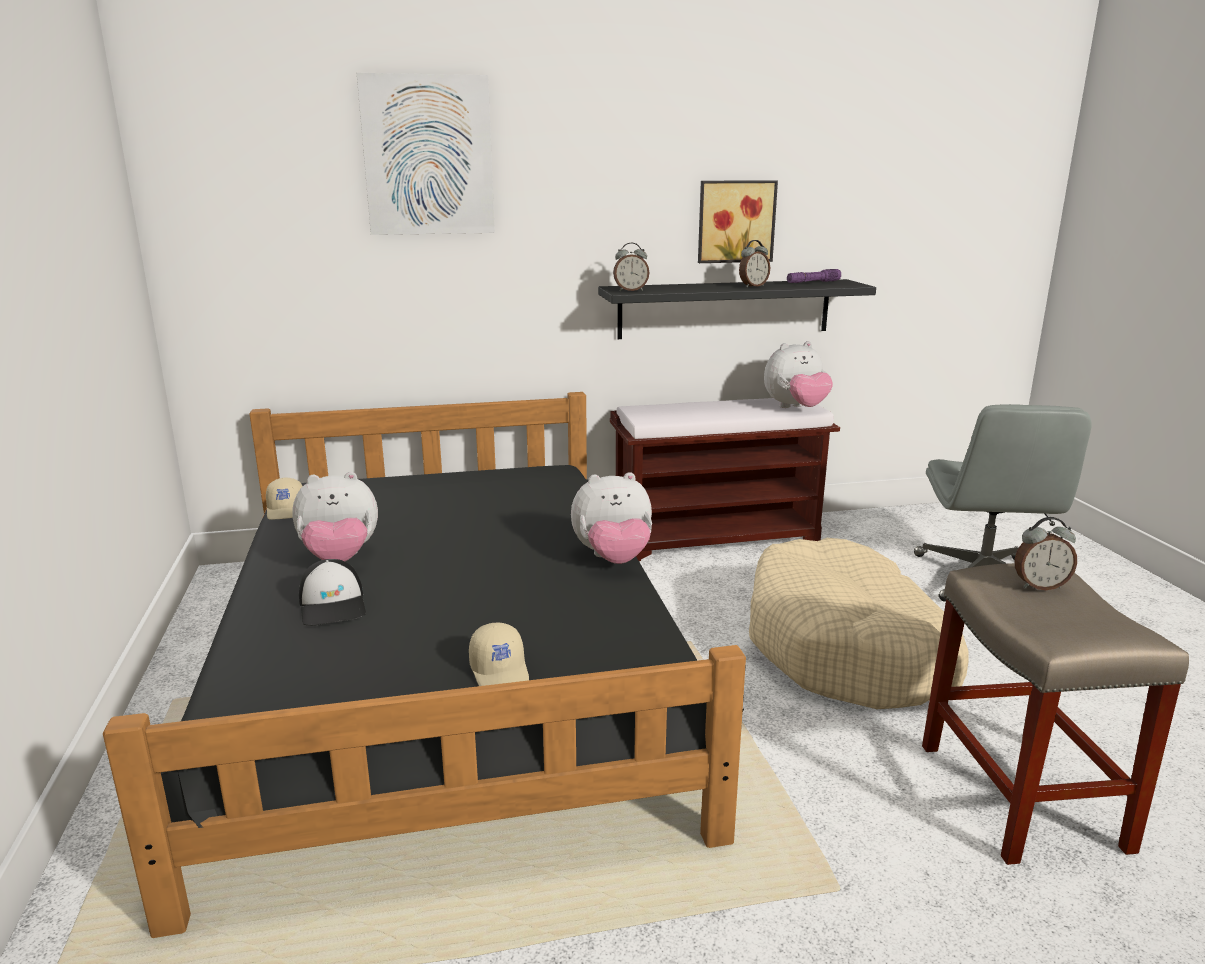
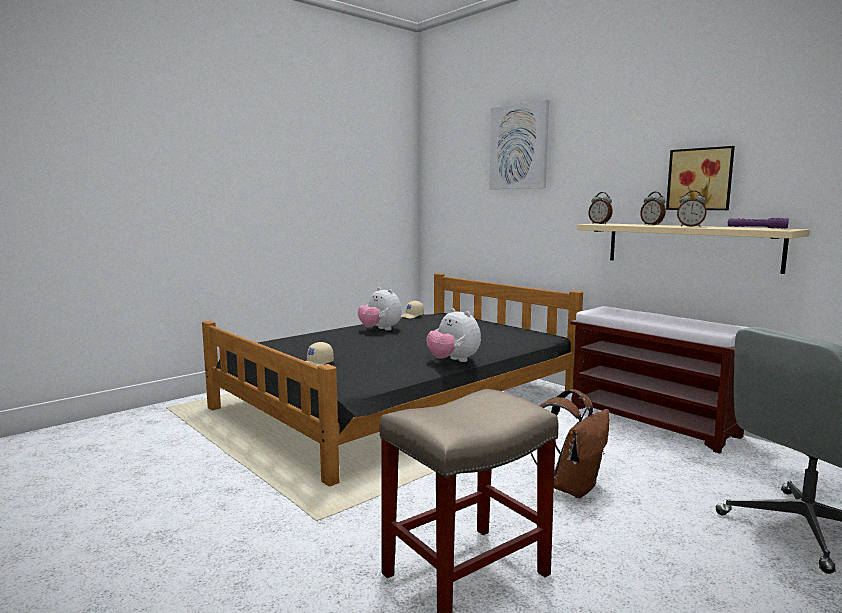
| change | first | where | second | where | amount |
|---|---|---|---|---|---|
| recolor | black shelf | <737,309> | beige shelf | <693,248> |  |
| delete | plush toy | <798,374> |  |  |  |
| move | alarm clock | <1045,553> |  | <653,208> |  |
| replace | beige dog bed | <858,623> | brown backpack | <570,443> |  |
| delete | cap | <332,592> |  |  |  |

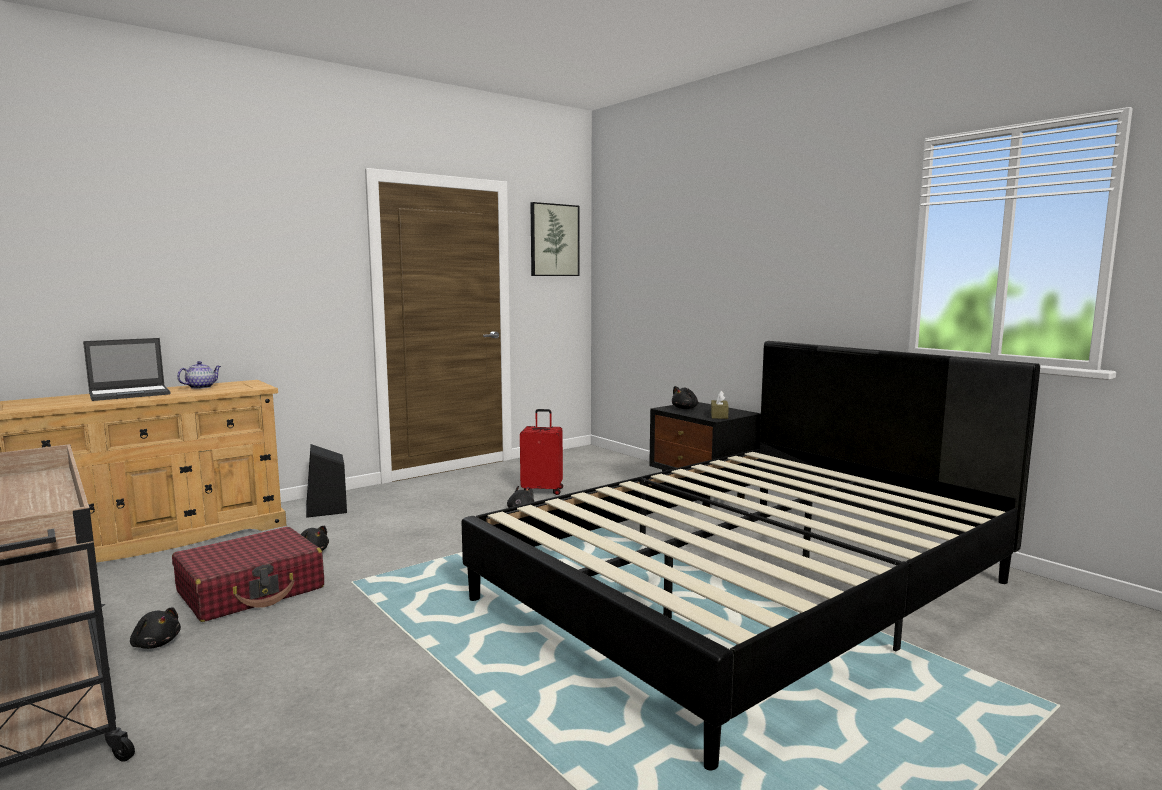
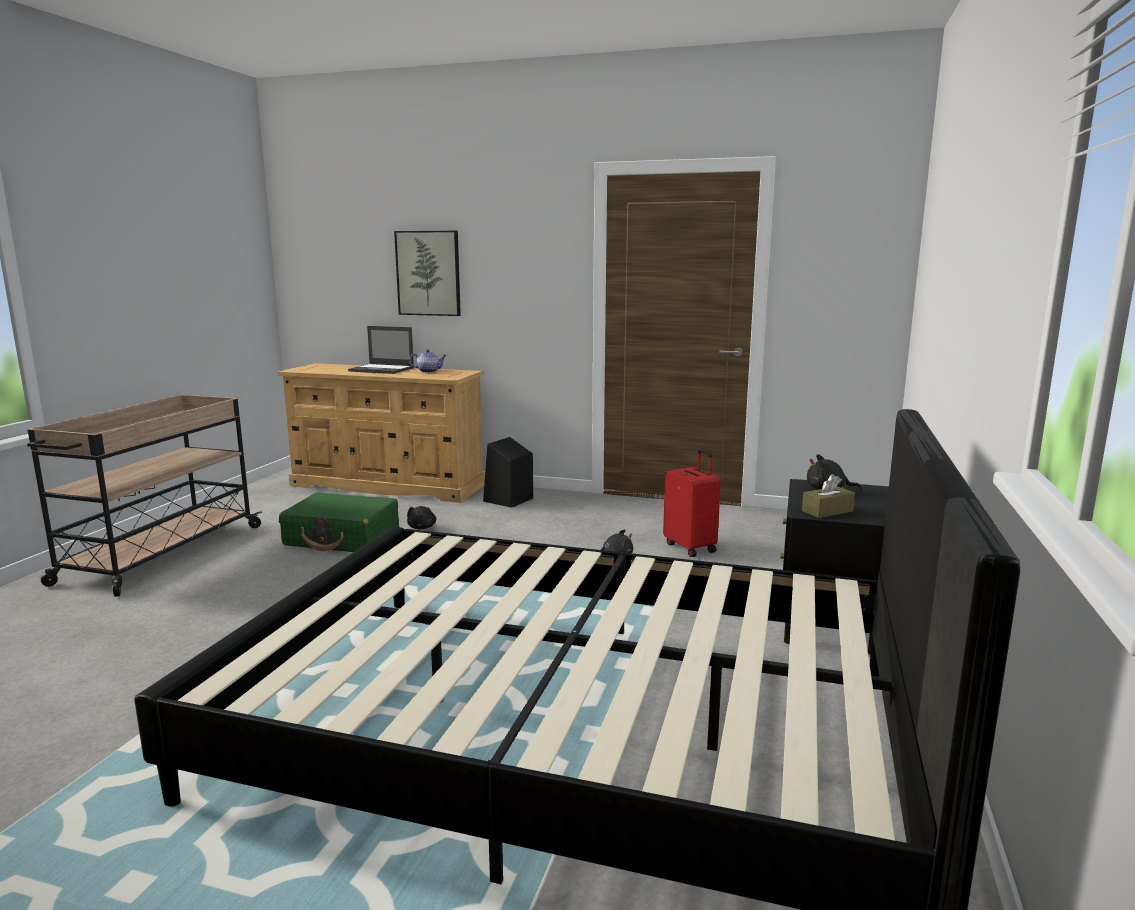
| change | first | where | second | where | amount |
|---|---|---|---|---|---|
| move | picture | <555,239> |  | <427,273> |  |
| recolor | red suitcase | <248,574> | green suitcase | <339,522> |  |
| delete | black plush toy | <155,628> |  |  |  |

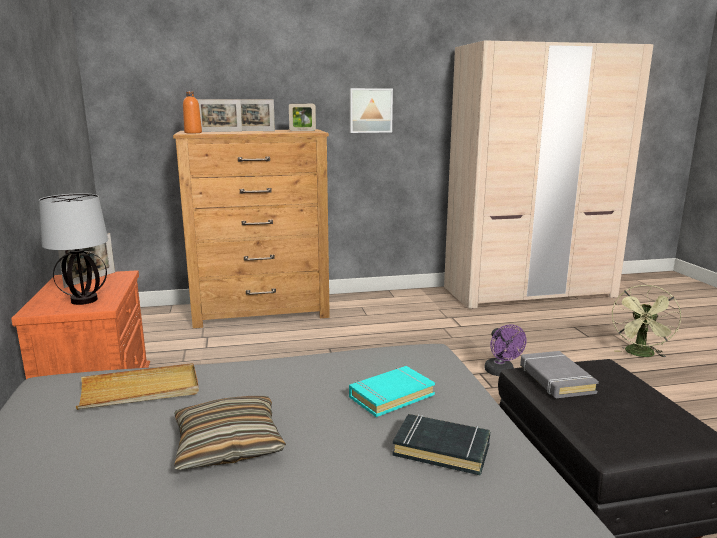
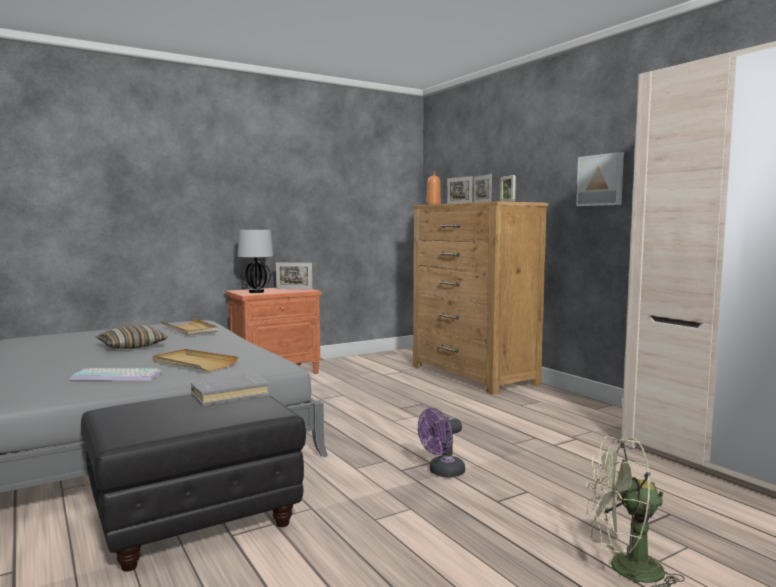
| change | first | where | second | where | amount |
|---|---|---|---|---|---|
| replace | turquoise book | <392,391> | beige tray | <195,360> |  |
| replace | black book | <441,445> | keyboard | <116,374> |  |

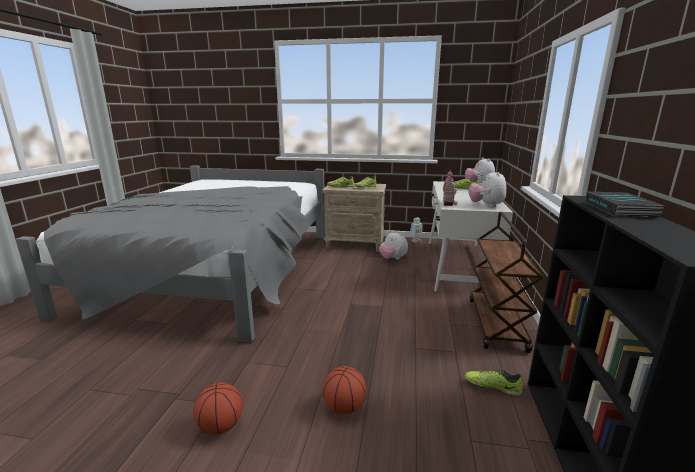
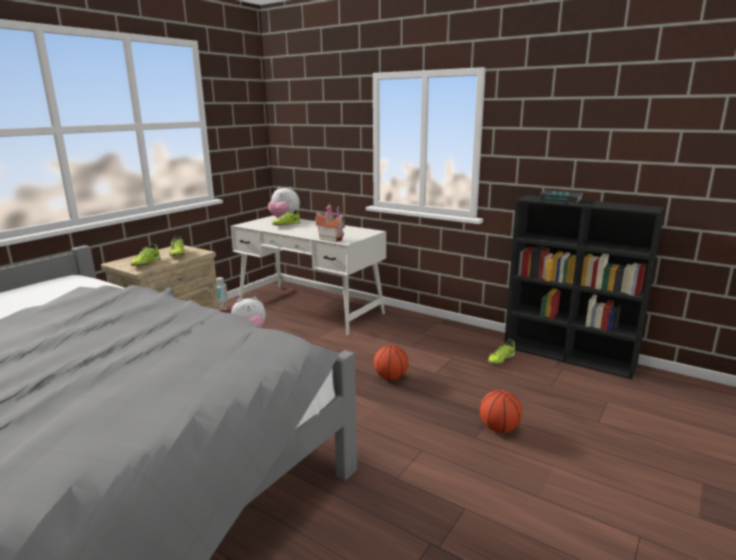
| change | first | where | second | where | amount |
|---|---|---|---|---|---|
| delete | plush toy | <487,189> |  |  |  |
| delete | brown cart | <506,282> |  |  |  |
| move | basketball | <218,409> |  | <391,362> |  |

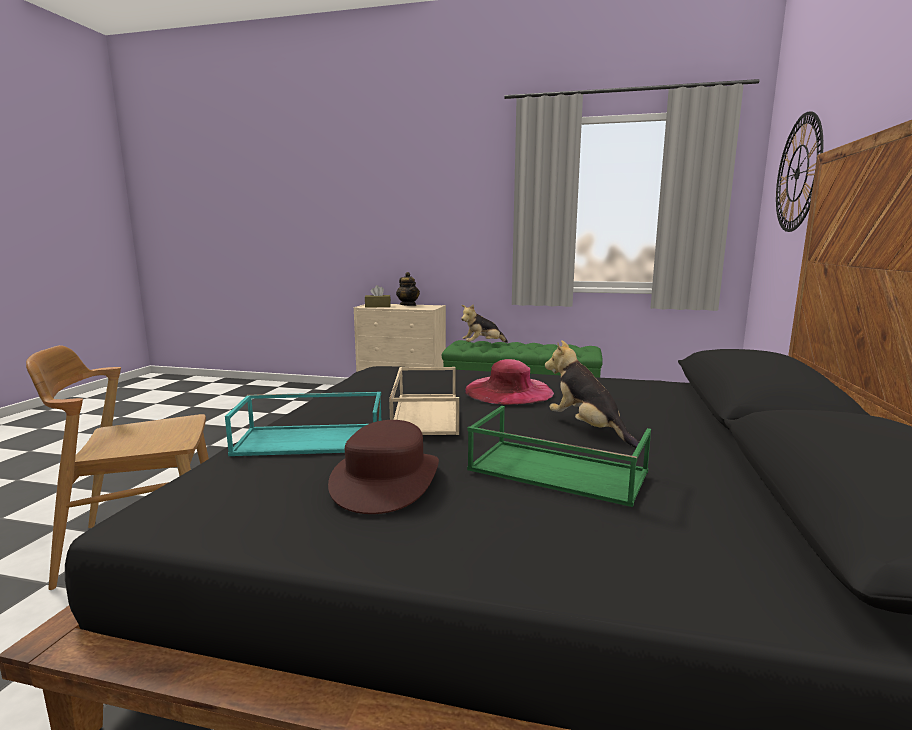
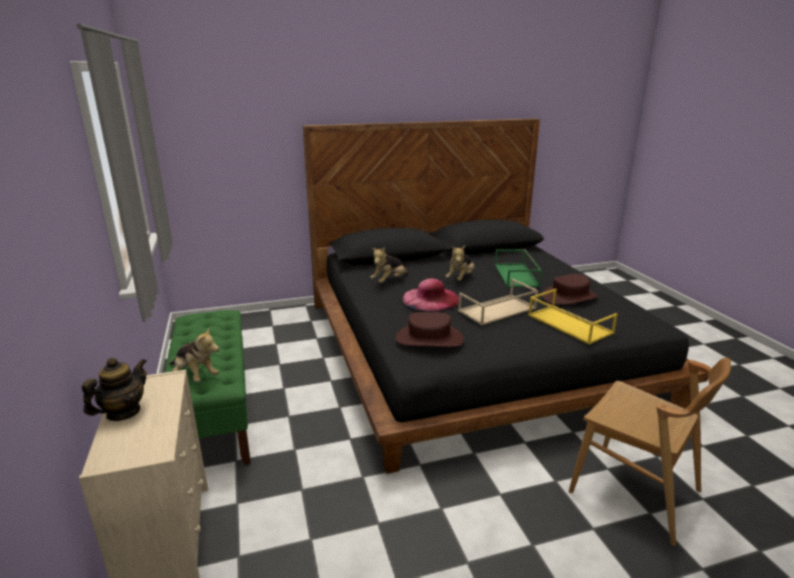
| change | first | where | second | where | amount |
|---|---|---|---|---|---|
| delete | wall clock | <799,171> |  |  |  |
| delete | brown tissue box | <378,296> |  |  |  |
| recolor | turquoise tray | <303,424> | yellow tray | <572,317> |  |
| insert |  |  | plush toy | <389,265> |  |
| insert |  |  | brown hat | <430,329> |  |

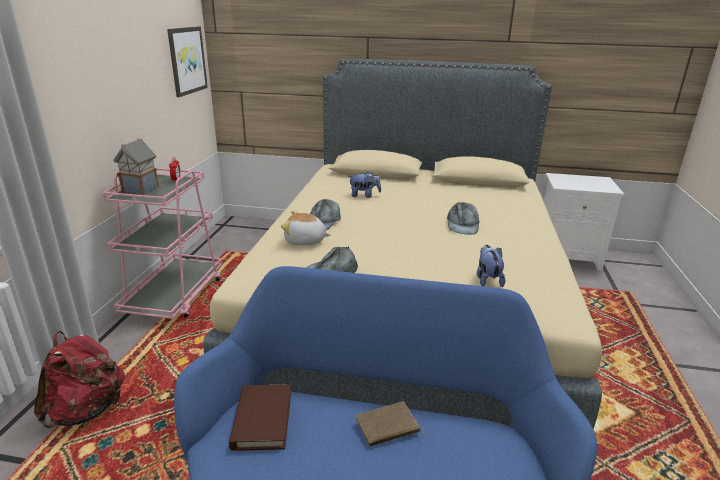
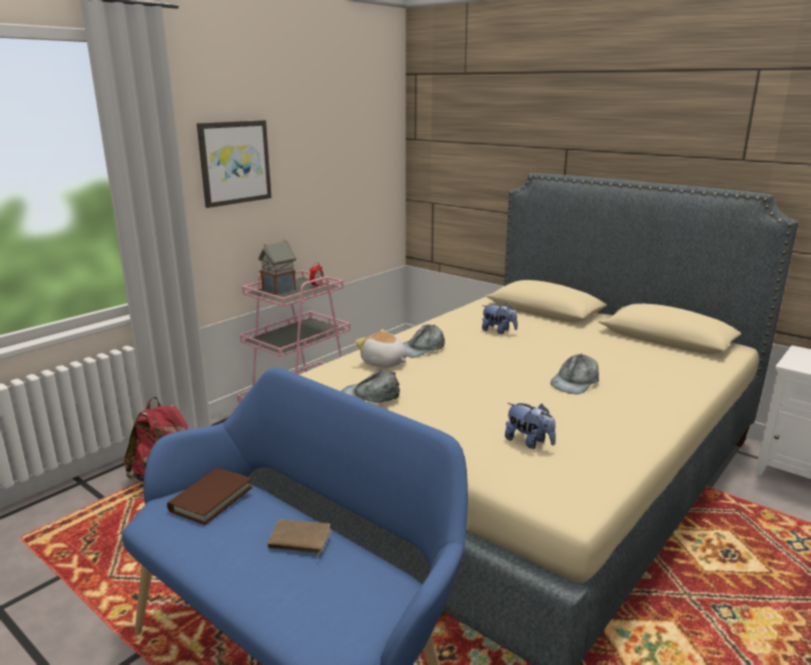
| change | first | where | second | where | amount |
|---|---|---|---|---|---|
| move | picture | <187,61> |  | <234,164> |  |
| rotate | plush toy | <491,266> |  | <530,426> | 105 degrees clockwise |

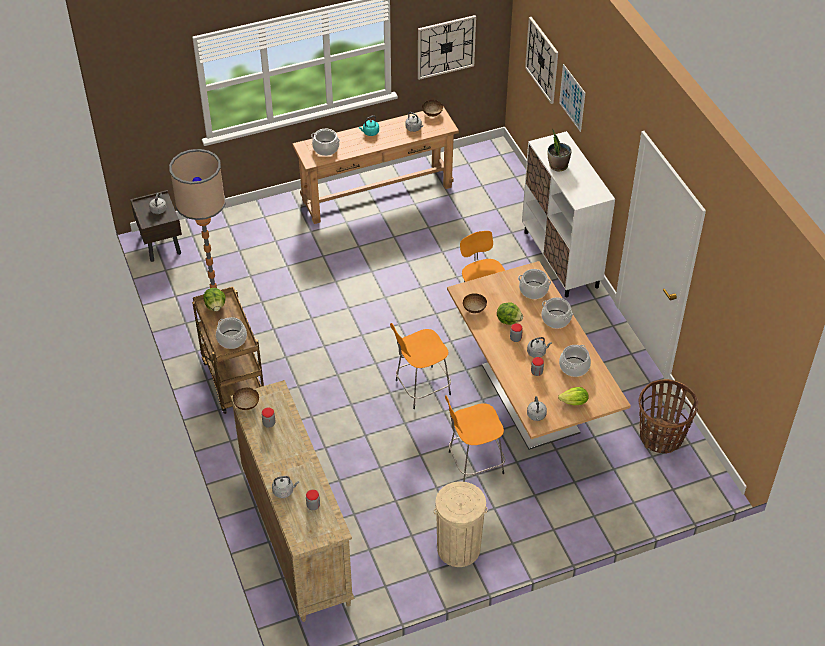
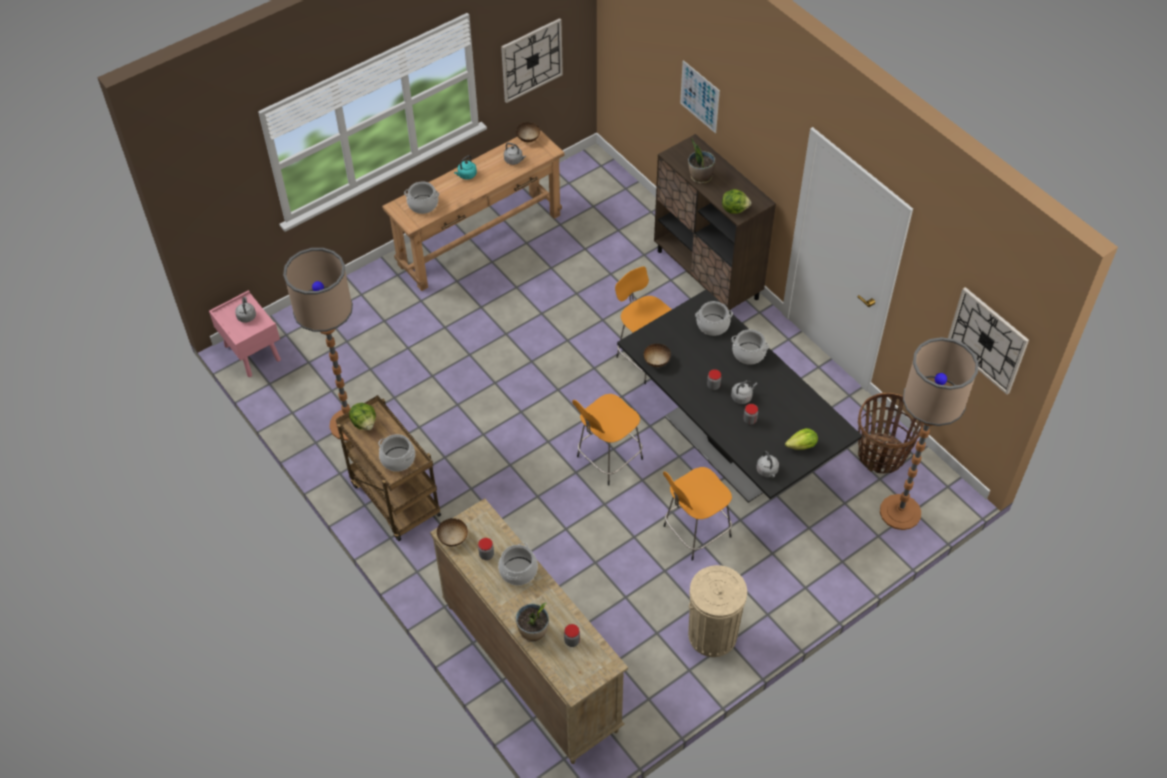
| change | first | where | second | where | amount |
|---|---|---|---|---|---|
| move | wall clock | <541,60> |  | <988,340> |  |
| recolor | white cabinet | <568,214> | brown cabinet | <715,222> |  |
| recolor | brown nightstand | <156,226> | pink nightstand | <245,333> |  |
| recolor | beige dining table | <539,355> | black dining table | <739,396> |  |
| move | lettuce | <510,313> |  | <736,201> |  |
| move | cooking pot | <575,361> |  | <518,564> |  |
| replace | grey kettle | <285,487> | potted plant | <532,622> |  |
| insert |  |  | floor lamp | <929,433> |  |

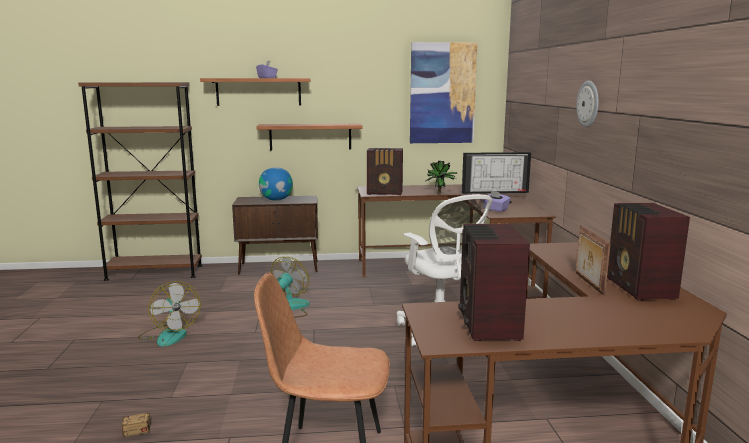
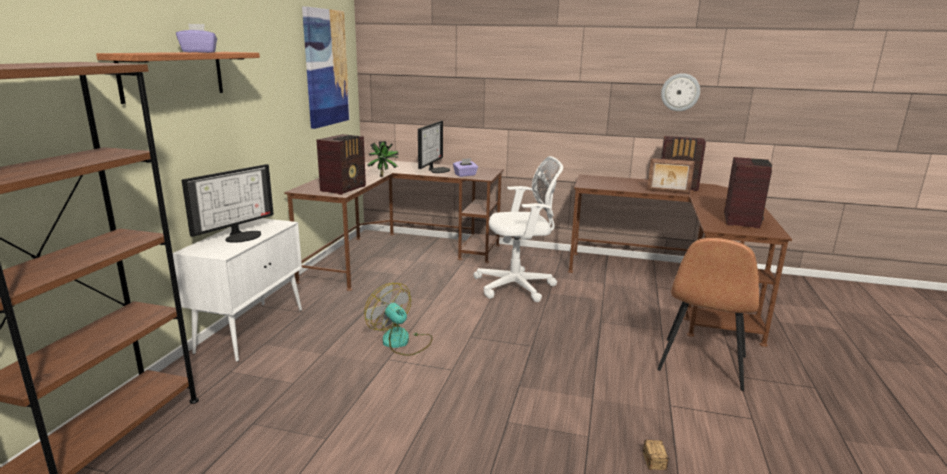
| change | first | where | second | where | amount |
|---|---|---|---|---|---|
| move | wall clock | <587,104> |  | <680,92> |  |
| delete | shelf | <310,137> |  |  |  |
| replace | globe | <276,184> | monitor | <228,203> |  |
| recolor | brown cabinet | <275,235> | white cabinet | <237,290> |  |
| rotate | radio | <494,282> |  | <748,193> | 90 degrees counterclockwise |
| delete | fan | <169,314> |  |  |  |

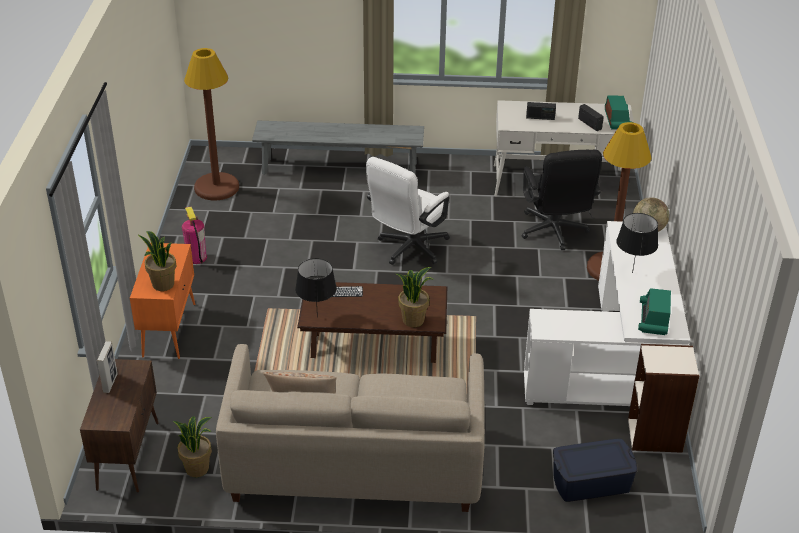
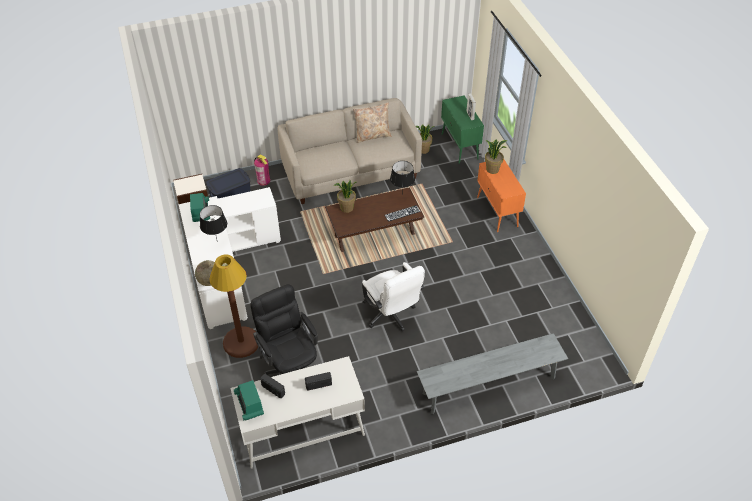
| change | first | where | second | where | amount |
|---|---|---|---|---|---|
| delete | brown floor lamp | <211,124> |  |  |  |
| rotate | white office chair | <408,211> |  | <393,296> | 135 degrees clockwise |
| move | fire extinguisher | <194,235> |  | <262,170> |  |
| recolor | brown cabinet | <119,426> | green cabinet | <462,129> |  |

